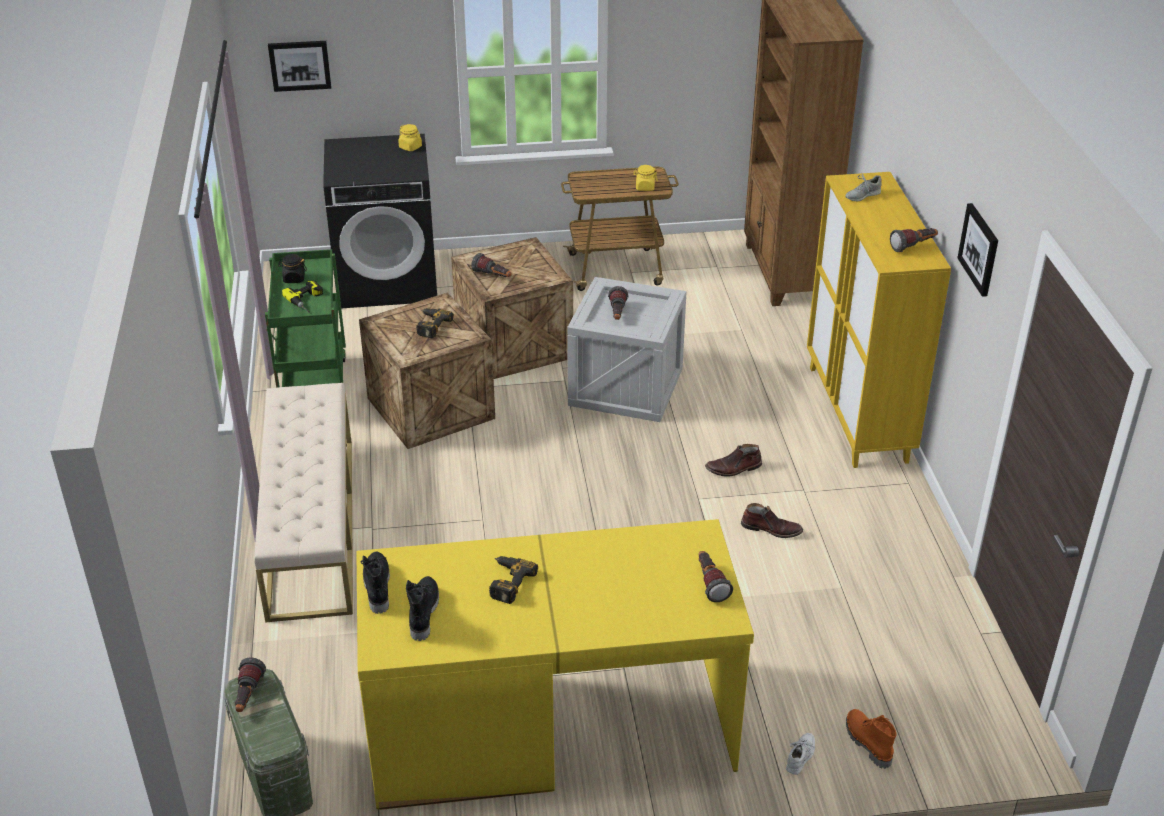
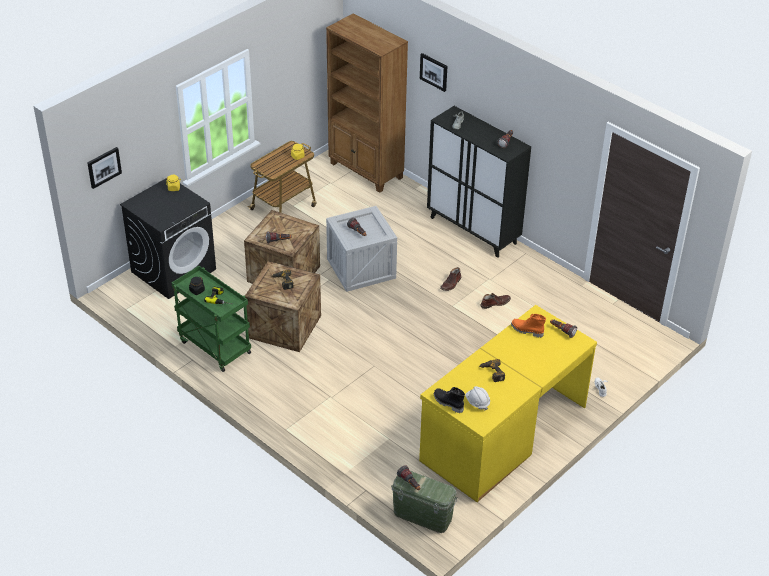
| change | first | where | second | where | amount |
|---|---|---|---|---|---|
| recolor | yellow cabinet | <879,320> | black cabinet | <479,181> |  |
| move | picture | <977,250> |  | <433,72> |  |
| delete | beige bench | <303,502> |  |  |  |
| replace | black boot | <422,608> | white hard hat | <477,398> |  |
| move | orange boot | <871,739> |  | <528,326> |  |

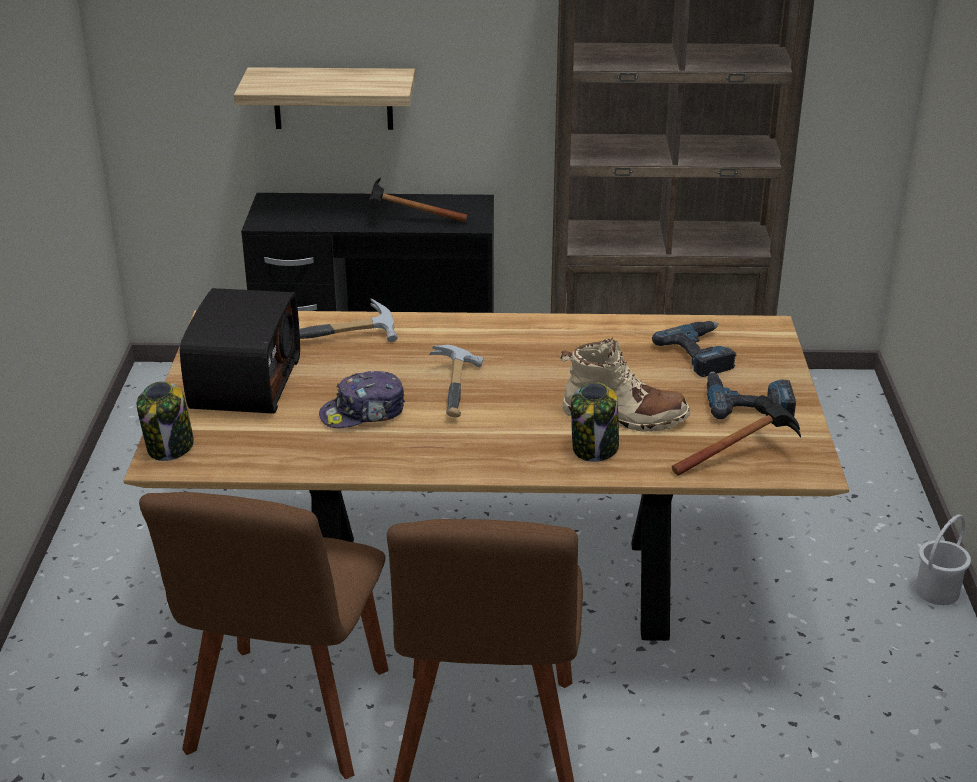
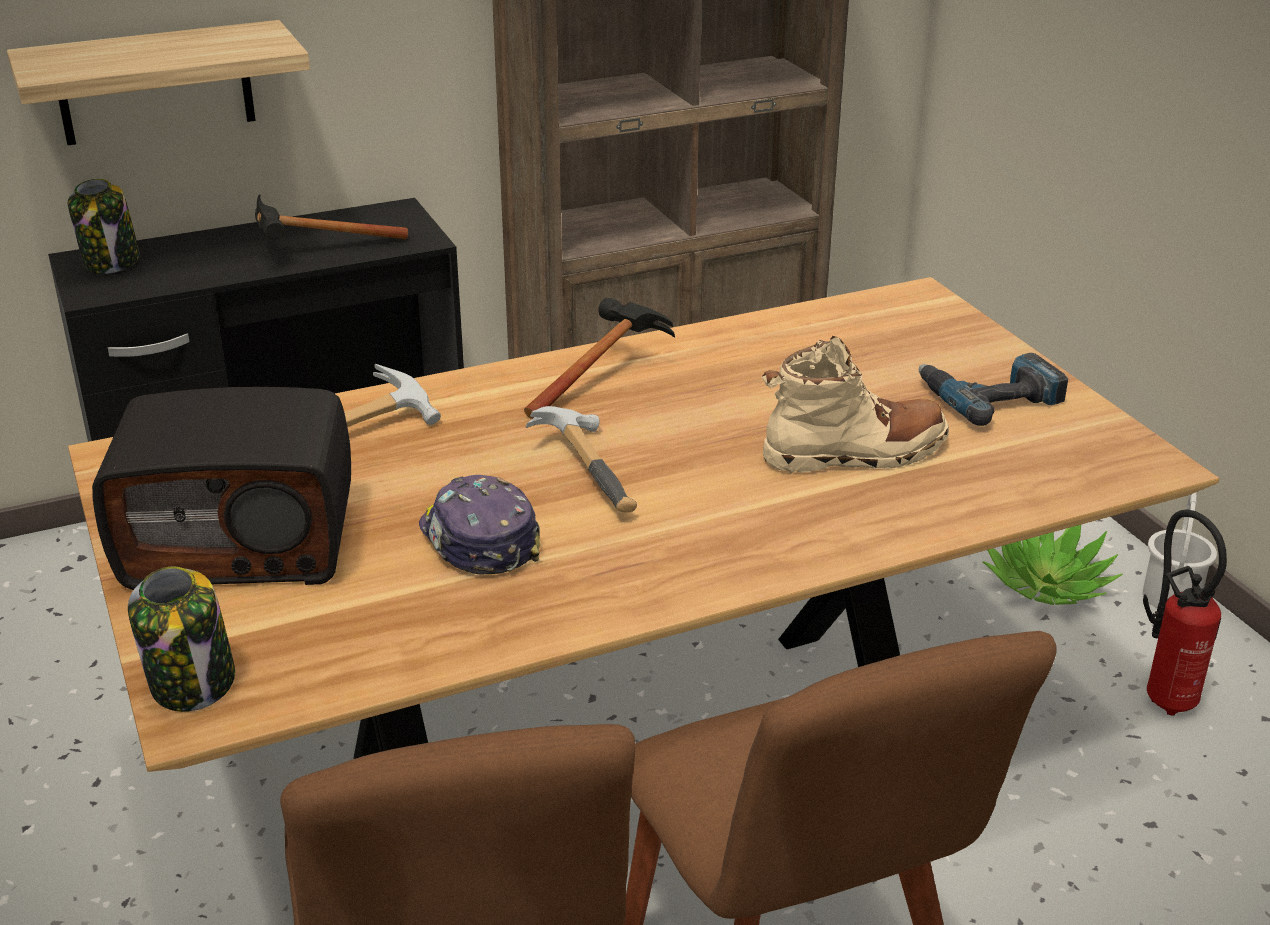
| change | first | where | second | where | amount |
|---|---|---|---|---|---|
| rotate | radio | <239,351> |  | <221,488> | 105 degrees clockwise |
| delete | power drill | <694,349> |  |  |  |
| rotate | cap | <362,399> |  | <479,525> | 105 degrees clockwise |
| move | jar | <595,422> |  | <104,226> |  |
| move | hammer | <736,435> |  | <599,358> |  |
| insert |  |  | fire extinguisher | <1185,612> |  |
| insert |  |  | potted plant | <1053,565> |  |

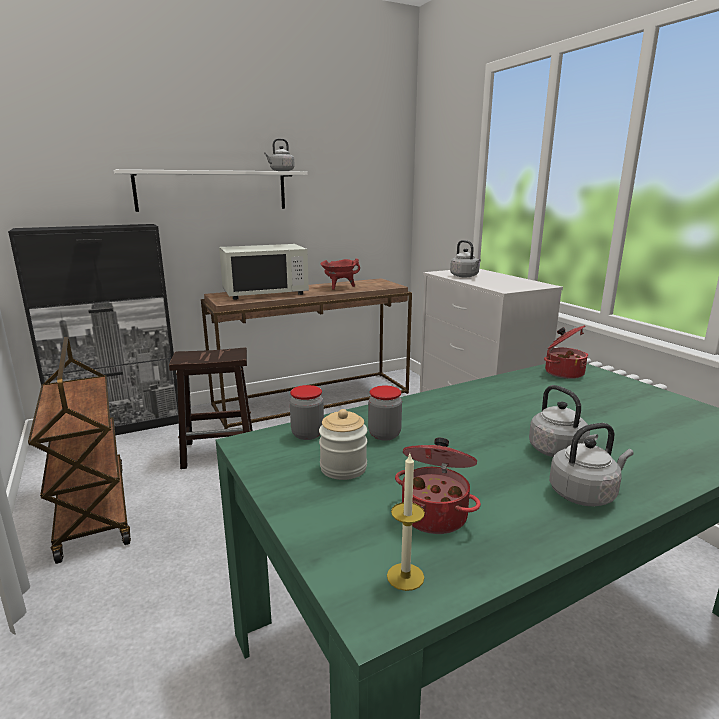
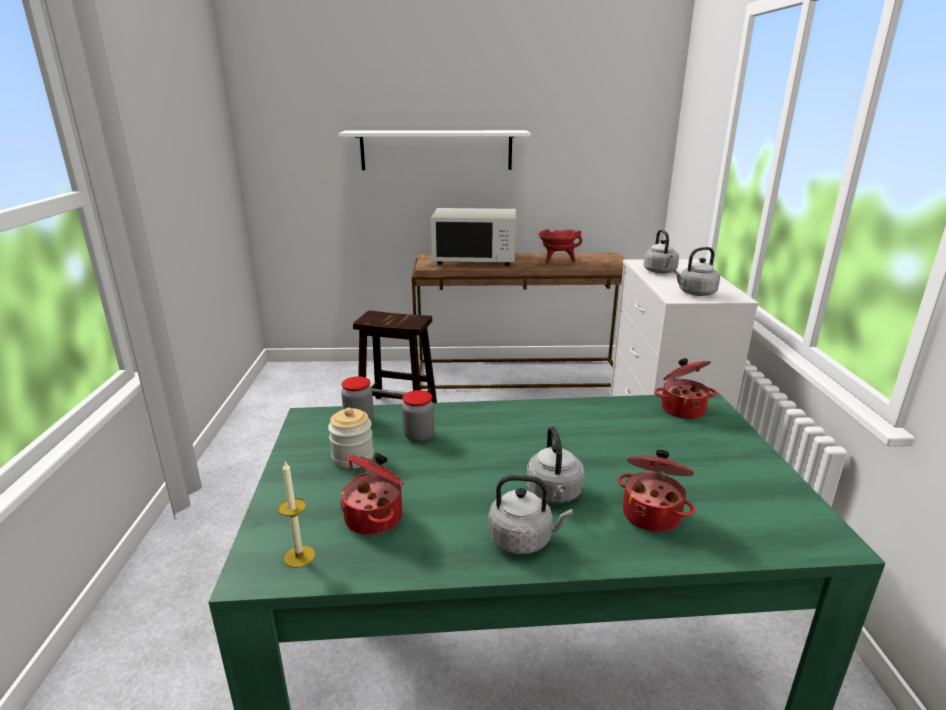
| change | first | where | second | where | amount |
|---|---|---|---|---|---|
| move | grey kettle | <279,154> |  | <696,271> |  |
| delete | black cabinet | <93,329> |  |  |  |
| delete | brown cart | <79,450> |  |  |  |
| insert |  |  | cooking pot | <656,491> |  |

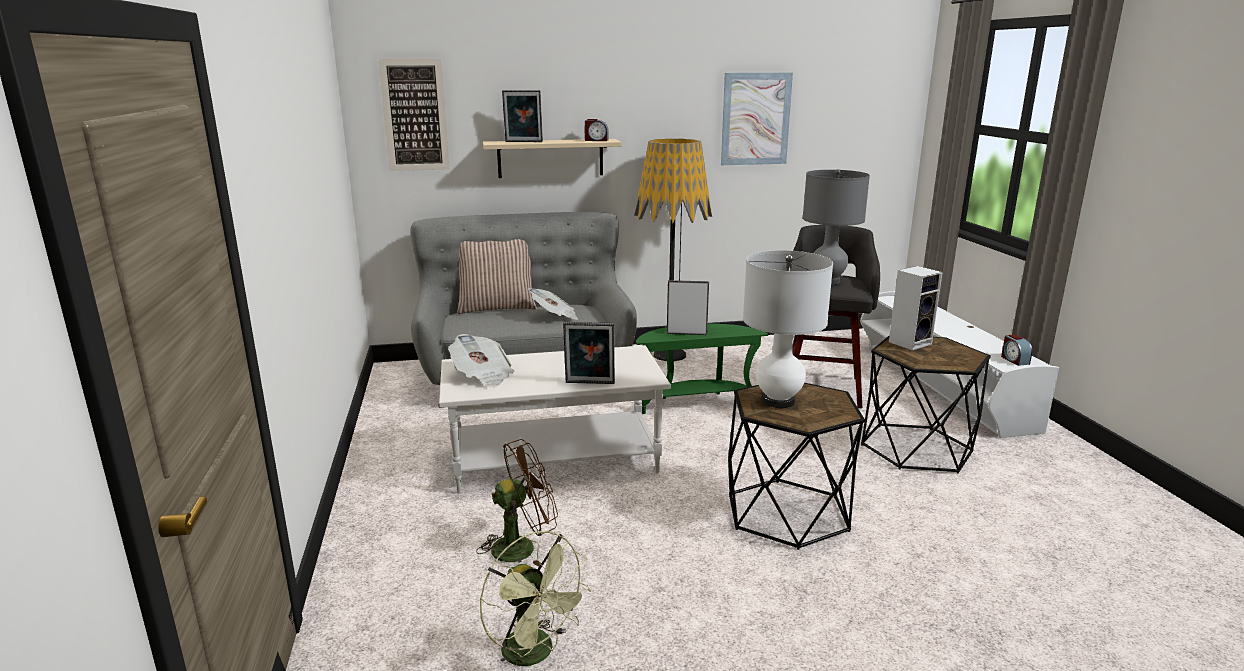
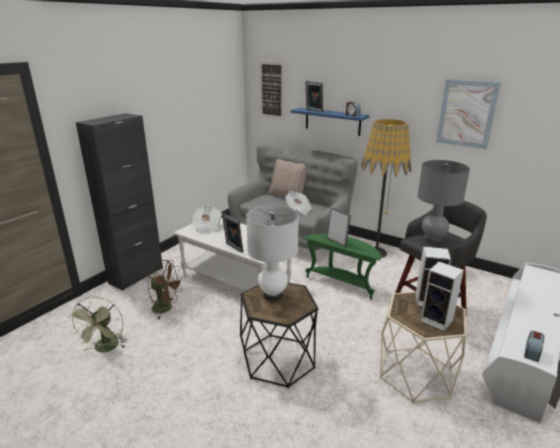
| change | first | where | second | where | amount |
|---|---|---|---|---|---|
| recolor | beige shelf | <552,158> | blue shelf | <330,122> |  |
| recolor | black side table | <926,404> | beige side table | <423,347> |  |
| insert |  |  | black cabinet | <119,202> |  |
| insert |  |  | speaker | <442,296> |  |

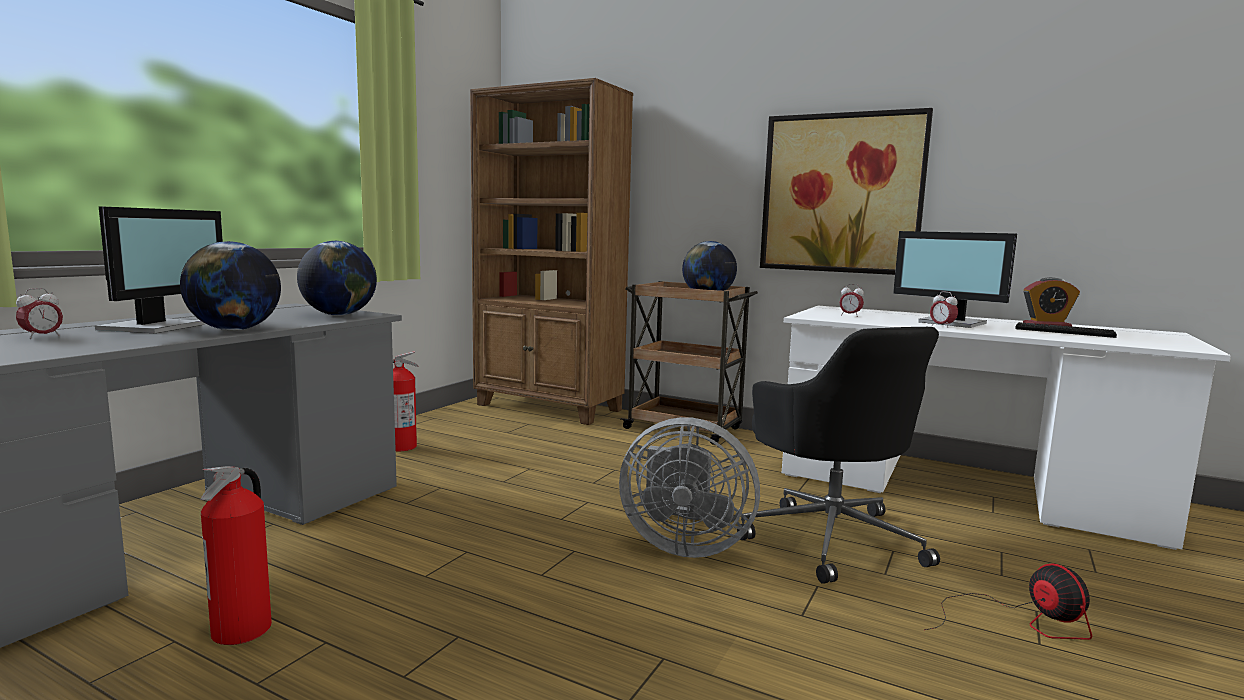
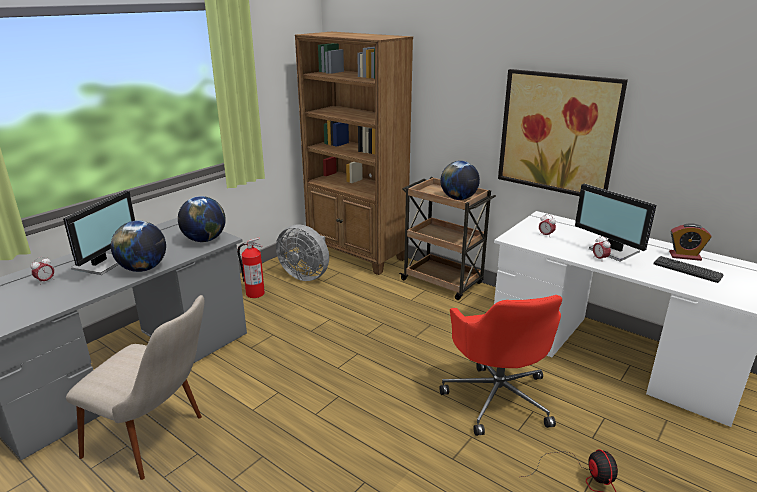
| change | first | where | second | where | amount |
|---|---|---|---|---|---|
| recolor | black office chair | <838,455> | red office chair | <500,365> |  |
| move | grey fan | <689,487> |  | <302,252> |  |
| replace | fire extinguisher | <236,555> | beige chair | <135,387> |  |

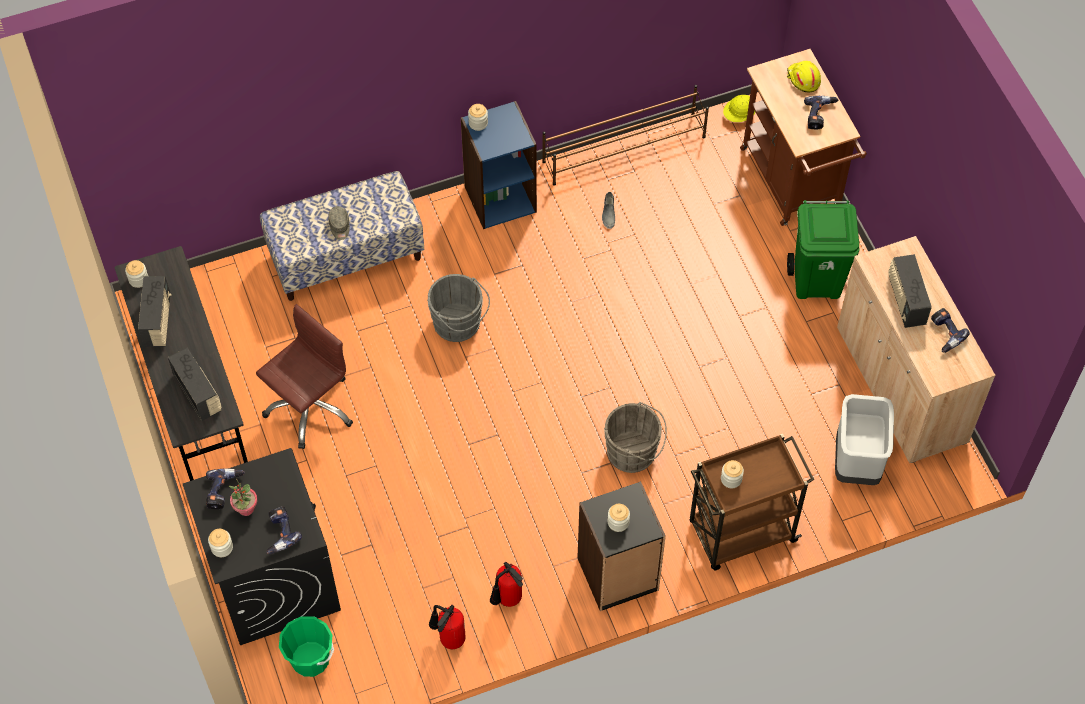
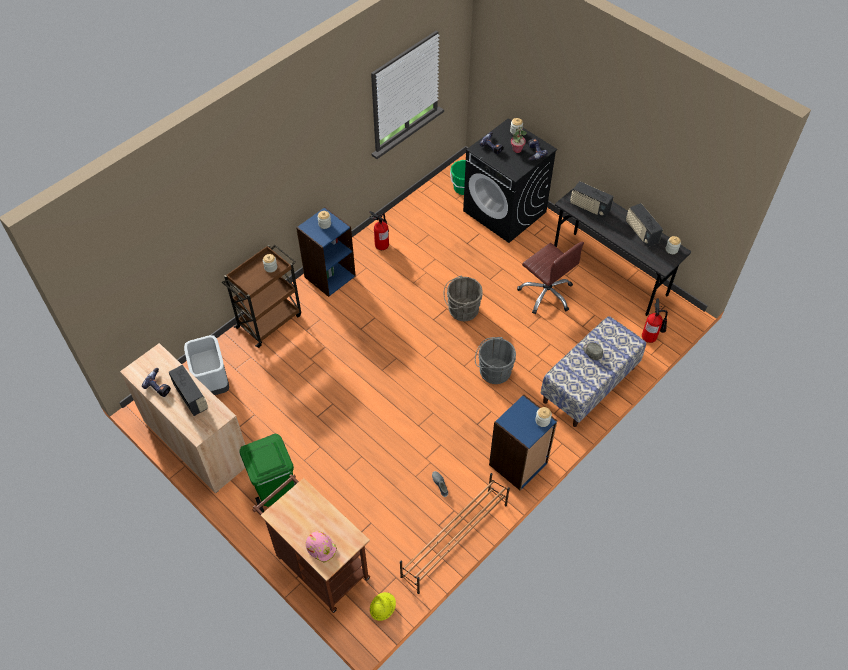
| change | first | where | second | where | amount |
|---|---|---|---|---|---|
| recolor | yellow hard hat | <804,77> | pink hard hat | <321,546> |  |
| delete | power drill | <821,112> |  |  |  |
| rotate | brown office chair | <304,376> |  | <550,278> | 60 degrees counterclockwise |
| move | grey bucket | <635,437> |  | <463,298> |  |
| recolor | black bookcase | <621,546> | blue bookcase | <326,252> |  |
| move | fire extinguisher | <447,627> |  | <655,320> |  |

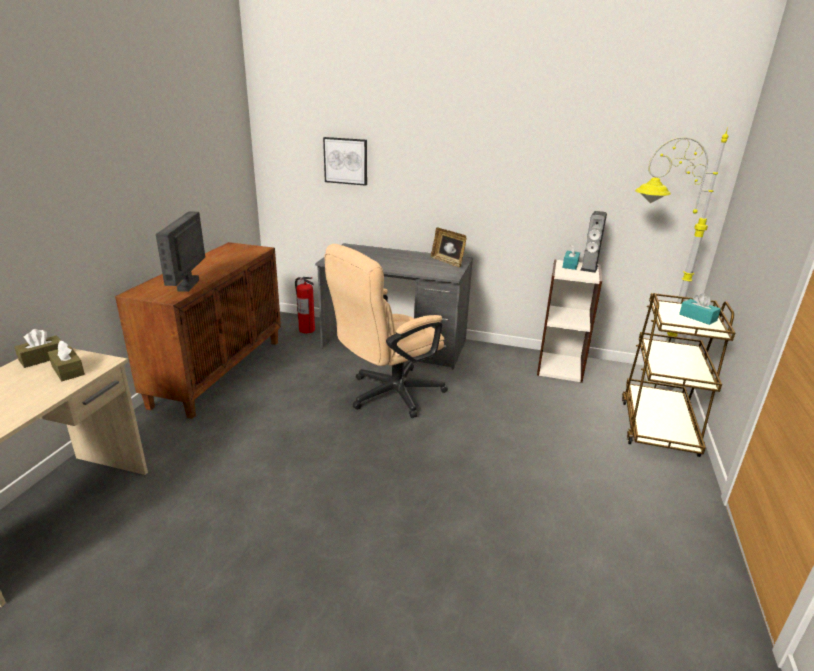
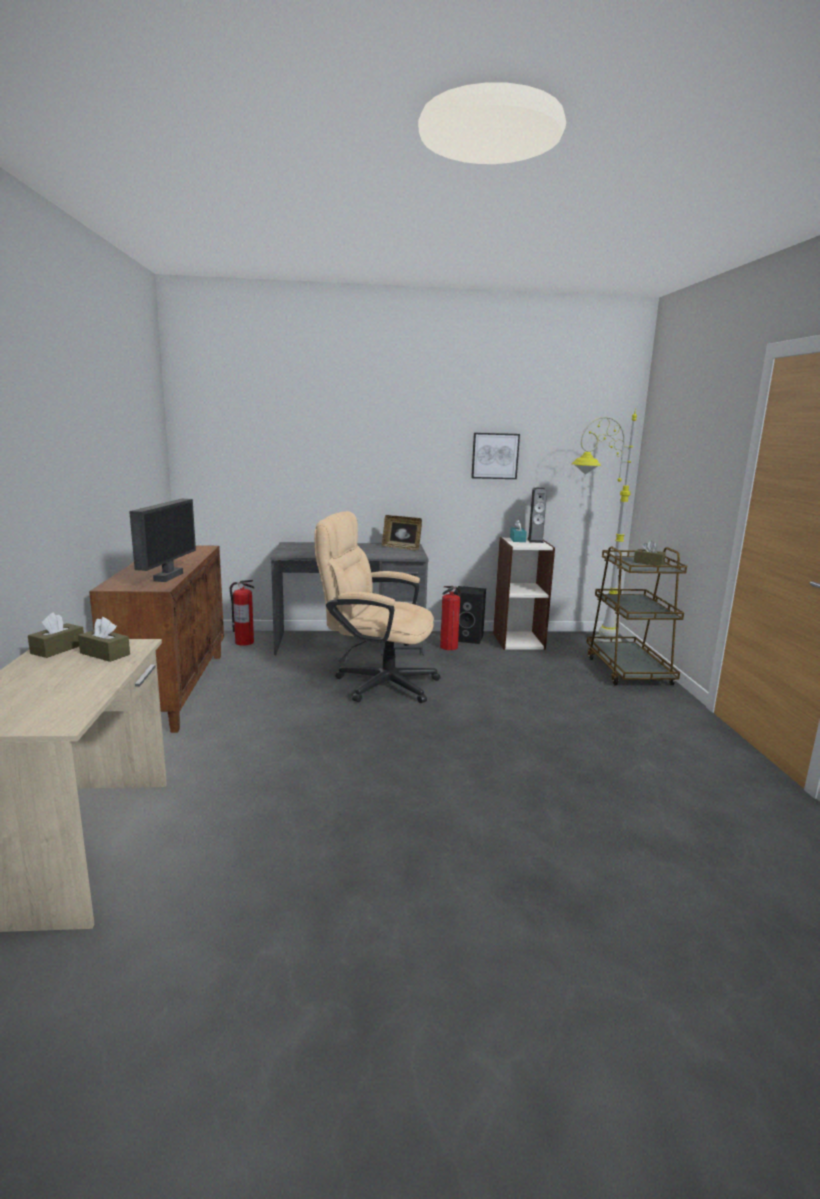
| change | first | where | second | where | amount |
|---|---|---|---|---|---|
| move | picture | <345,161> |  | <495,456> |  |
| rotate | monitor | <180,251> |  | <162,540> | 150 degrees counterclockwise |
| rotate | beige office chair | <386,331> |  | <377,607> | 75 degrees clockwise |
| recolor | turquoise tissue box | <700,309> | brown tissue box | <650,553> |  |
| insert |  |  | fire extinguisher | <450,618> |  |
| insert |  |  | black speaker | <470,615> |  |

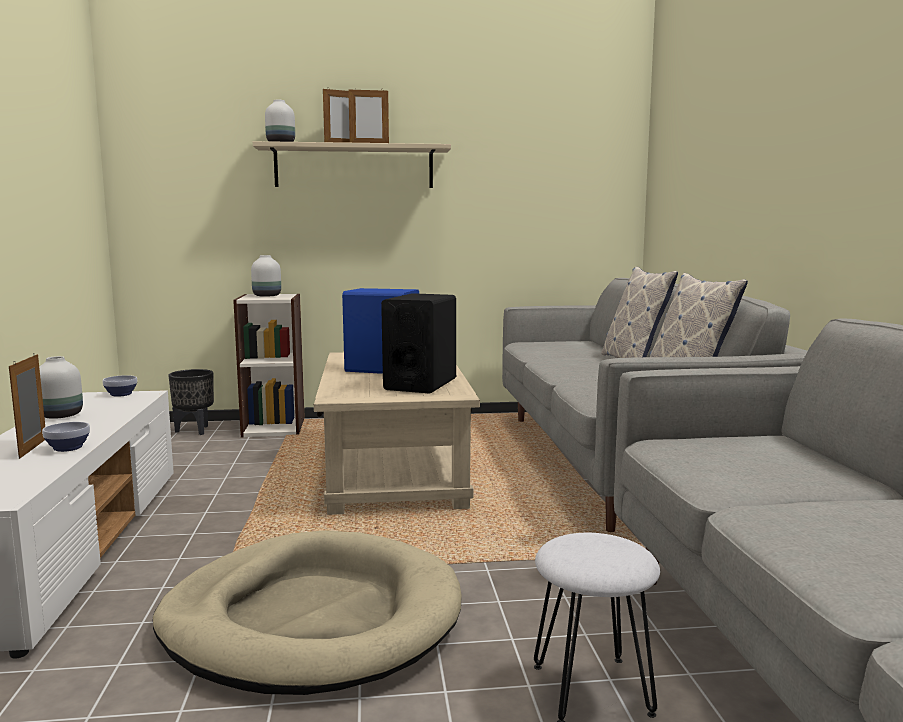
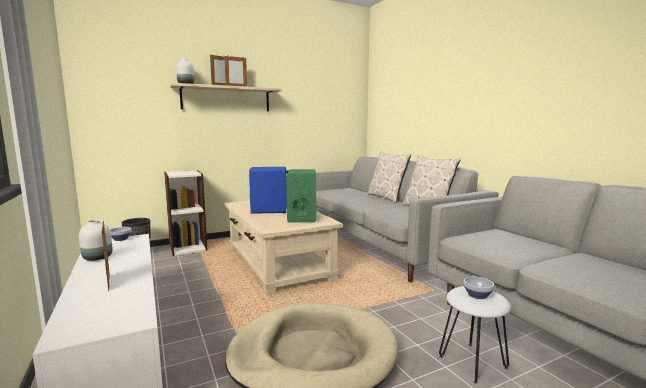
| change | first | where | second | where | amount |
|---|---|---|---|---|---|
| delete | white vase | <266,276> |  |  |  |
| recolor | black speaker | <418,343> | green speaker | <301,196> |  |
| move | bowl | <66,437> |  | <479,287> |  |

